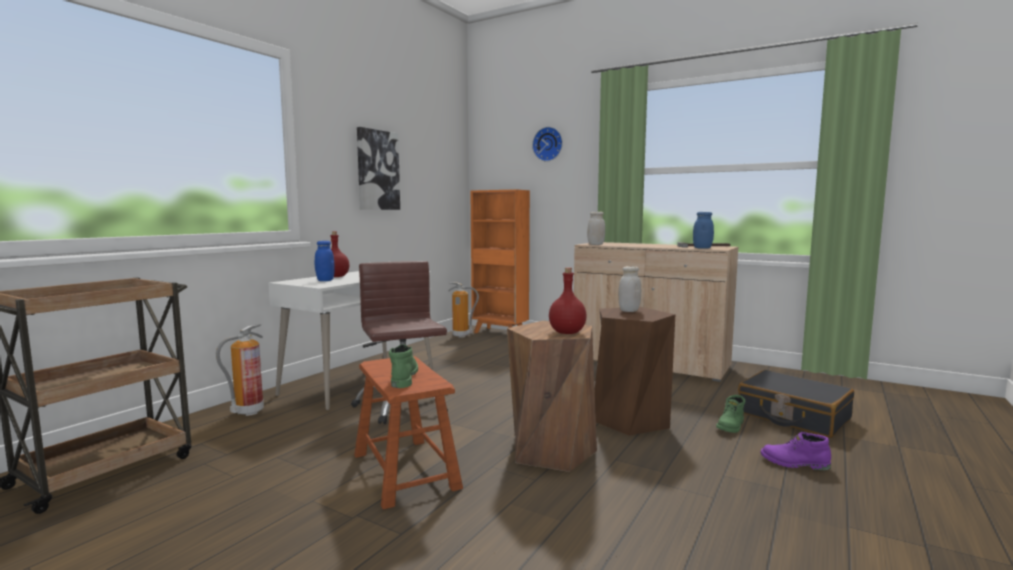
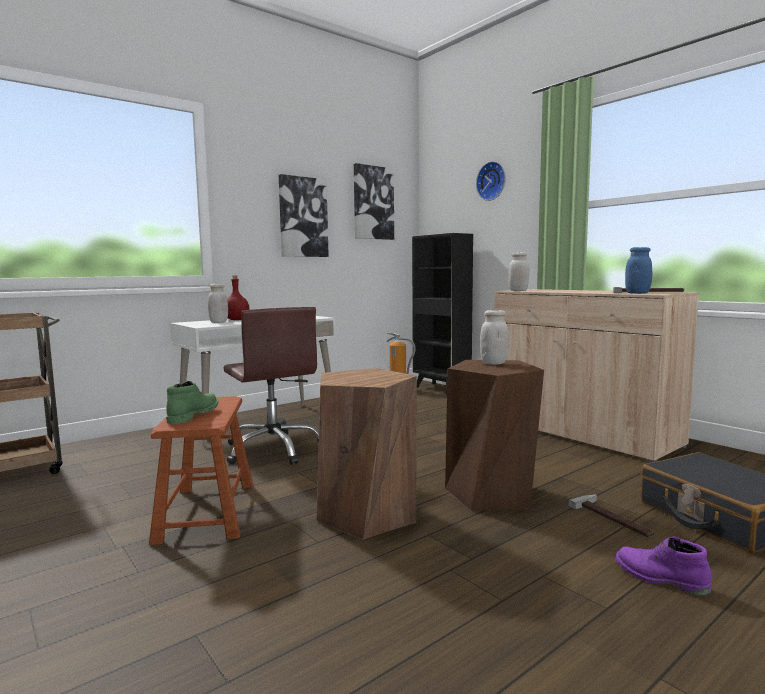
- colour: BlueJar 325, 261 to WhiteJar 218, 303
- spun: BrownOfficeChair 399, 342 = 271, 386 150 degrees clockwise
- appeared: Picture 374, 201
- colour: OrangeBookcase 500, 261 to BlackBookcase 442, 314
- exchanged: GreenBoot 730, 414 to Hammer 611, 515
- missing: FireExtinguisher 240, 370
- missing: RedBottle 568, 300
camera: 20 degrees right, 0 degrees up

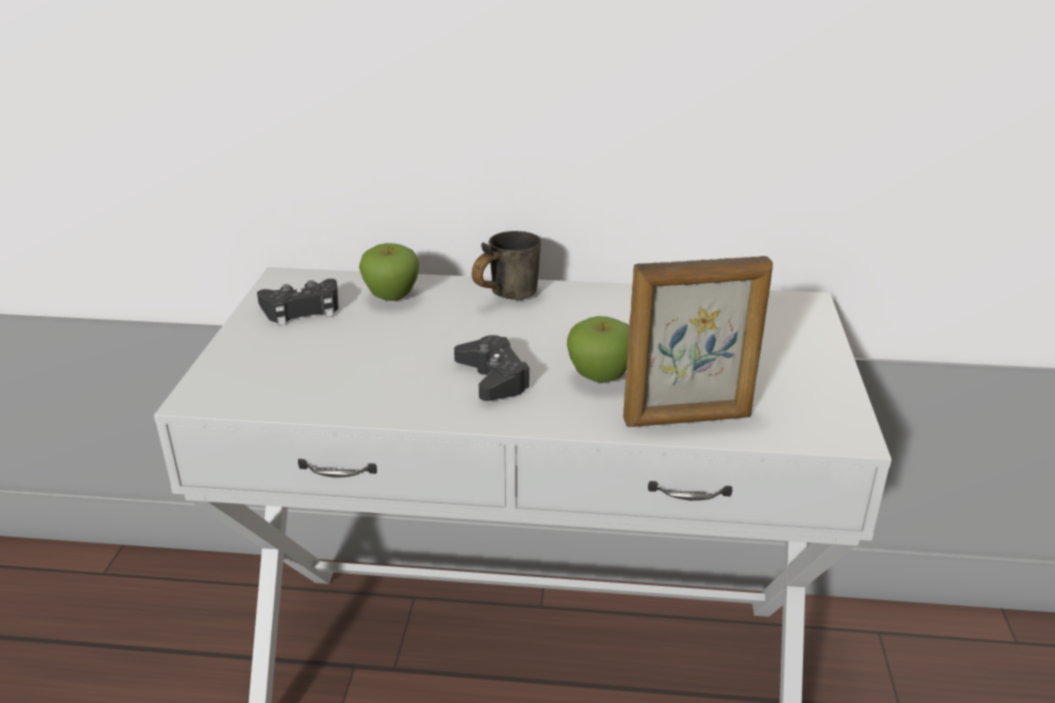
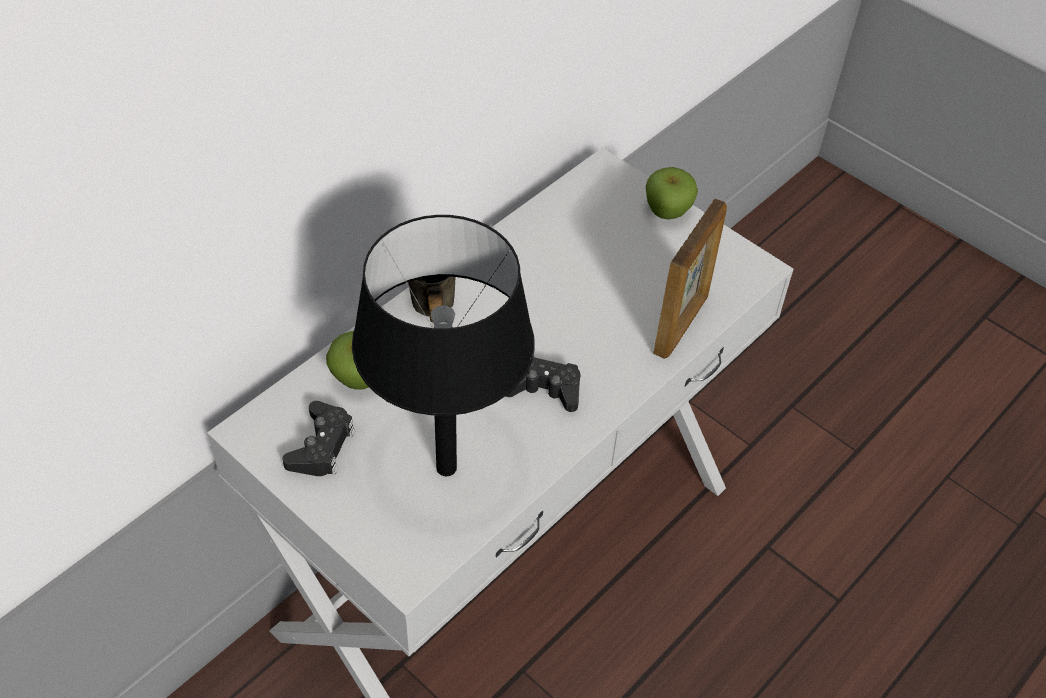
- appeared: BlackTableLamp 443, 345
- relocated: Apple 598, 349 to 671, 193
camera: 55 degrees left, 20 degrees up

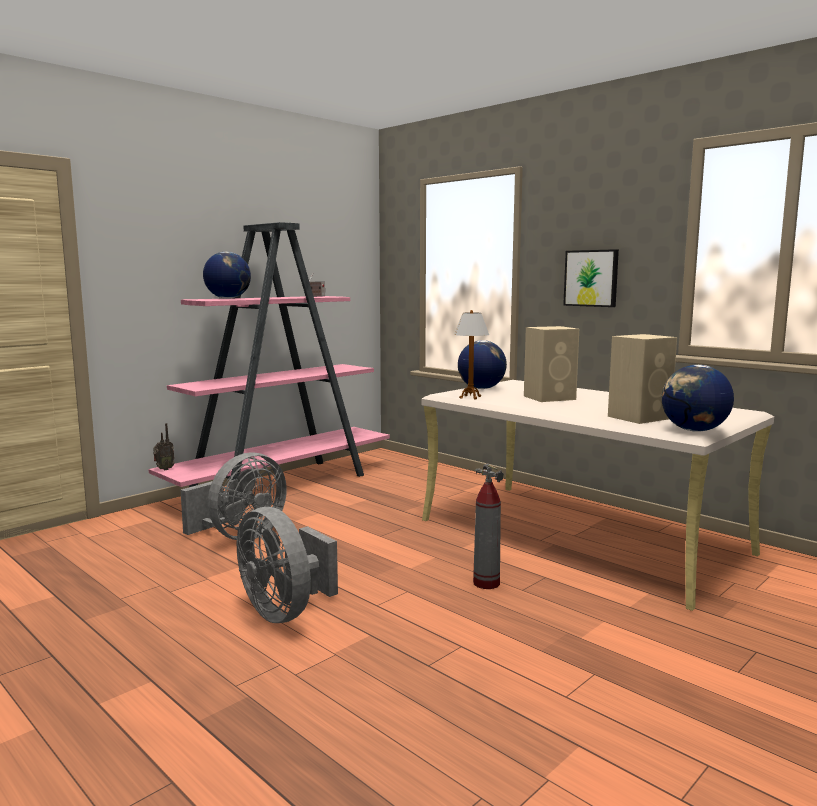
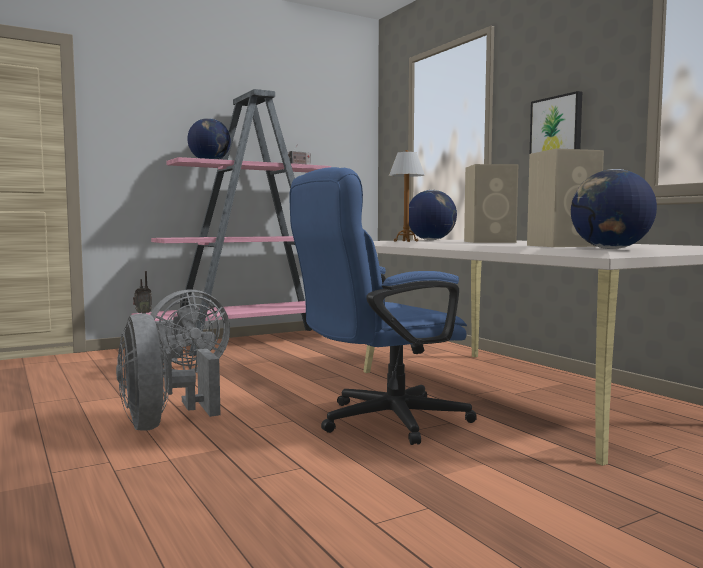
- exchanged: FireExtinguisher 488, 526 to BlueOfficeChair 383, 306
camera: 15 degrees right, 5 degrees down

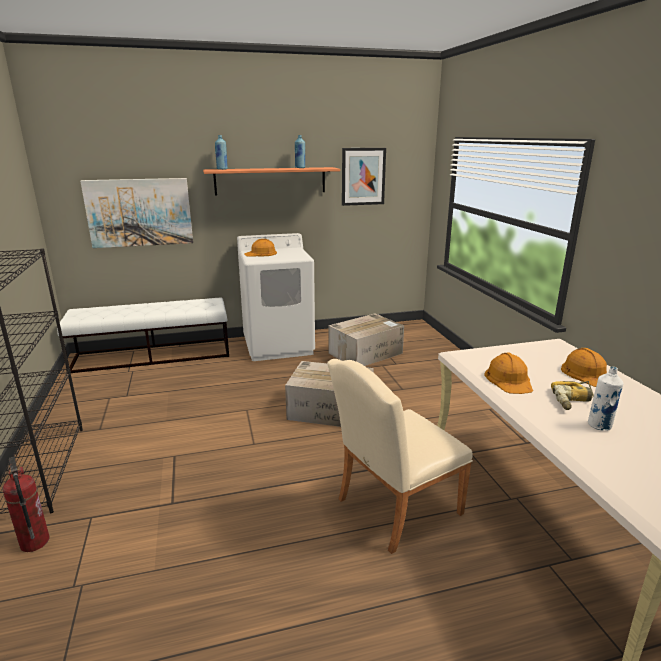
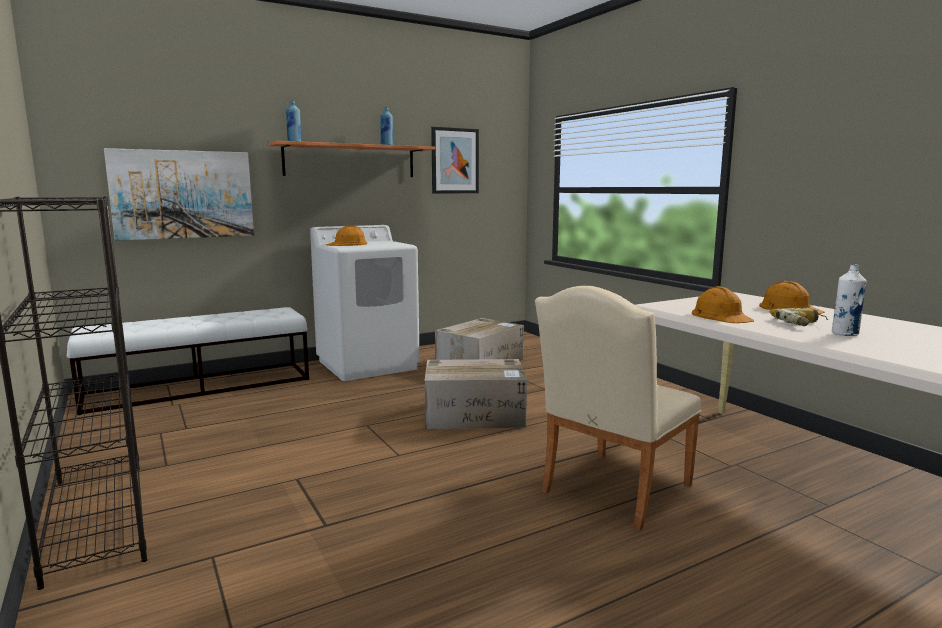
- missing: FireExtinguisher 26, 504
camera: 15 degrees left, 10 degrees down

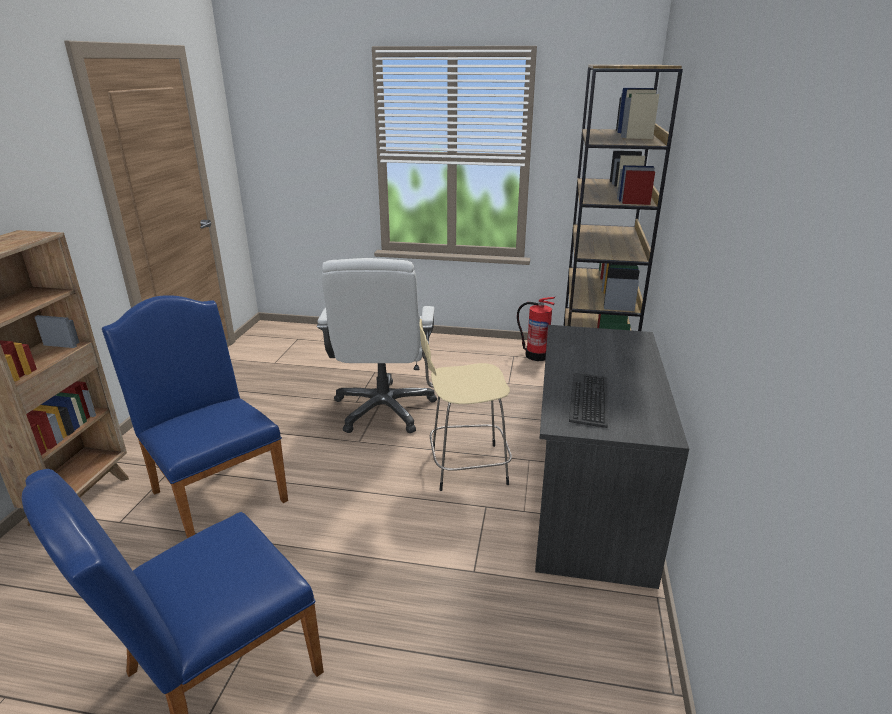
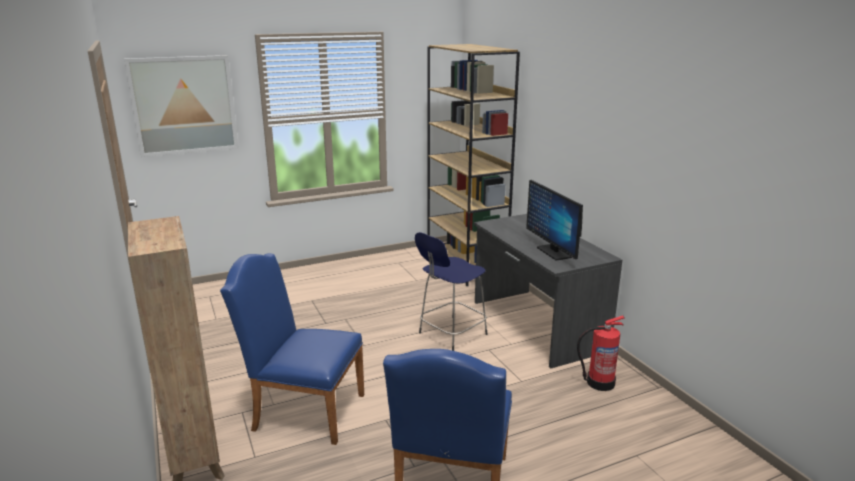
- appeared: Picture 181, 106
- colour: BeigeStool 465, 405 to BlueStool 451, 291
- exchanged: Keyboard 588, 400 to Monitor 554, 220
- relocated: FireExtinguisher 536, 329 to 601, 353
- missing: WhiteOfficeChair 377, 345
camera: 35 degrees left, 5 degrees down

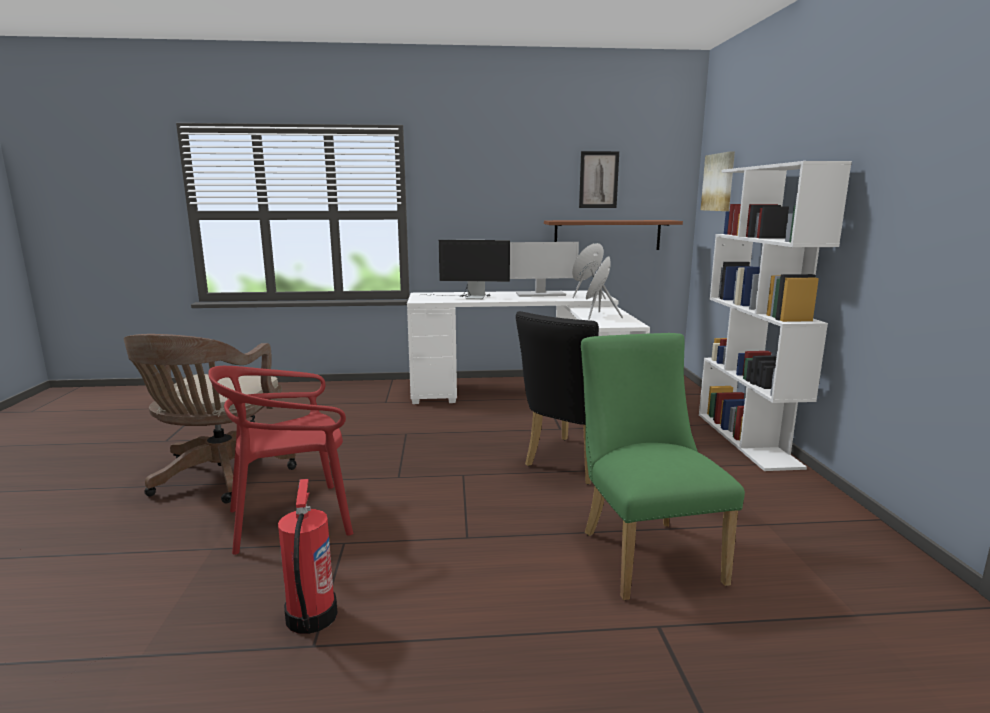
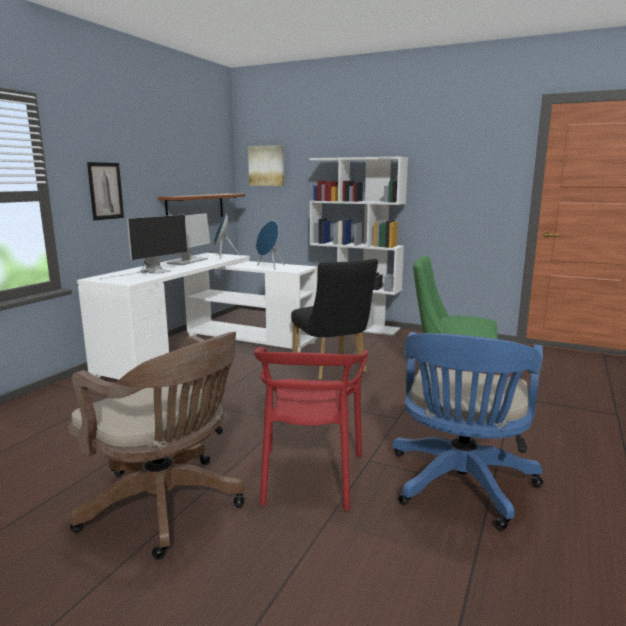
- relocated: Picture 599, 179 to 105, 191
- exchanged: FireExtinguisher 308, 556 to BlueOfficeChair 467, 431
camera: 60 degrees left, 0 degrees up

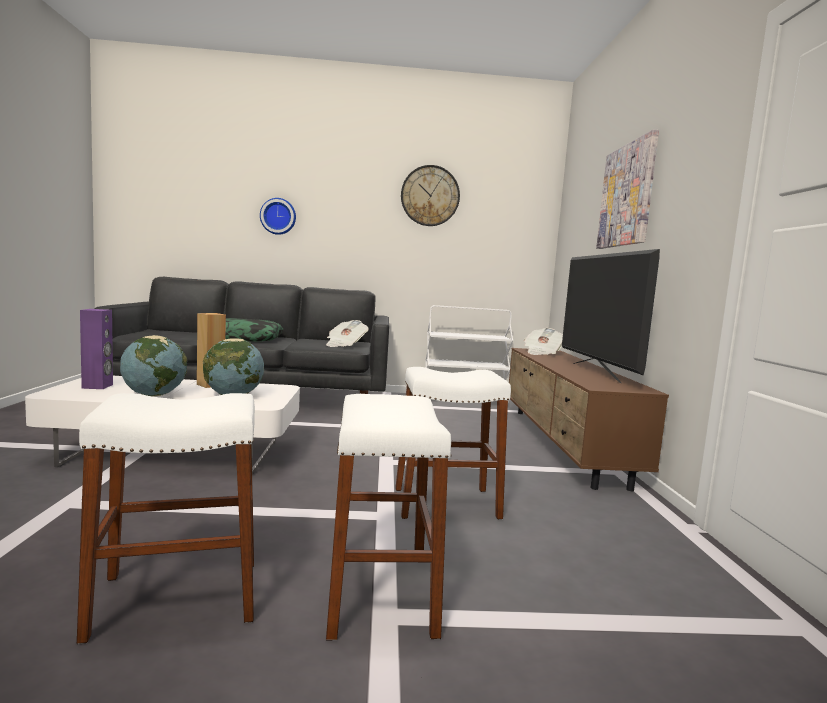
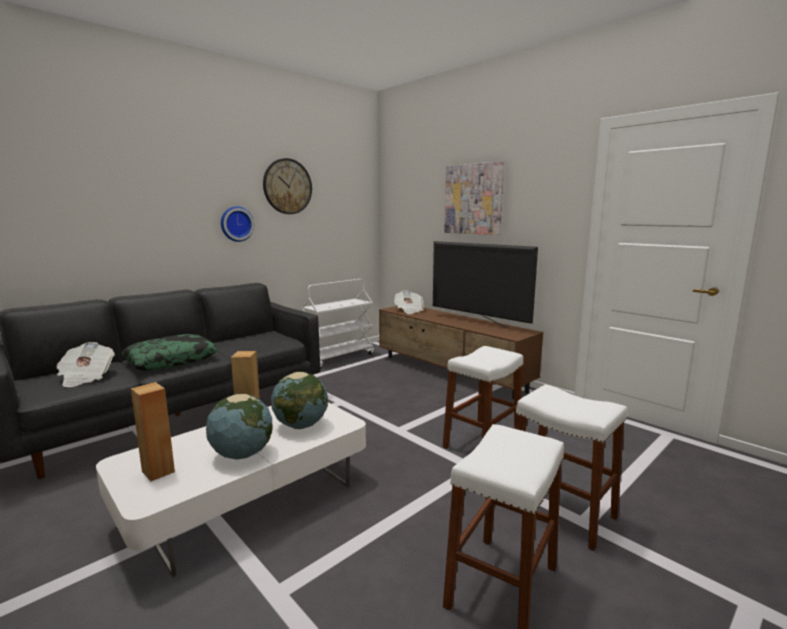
- relocated: Newspaper 347, 333 to 85, 364
- colour: PurpleSpeaker 96, 349 to BrownSpeaker 153, 431
- relocated: WallClock 278, 216 to 237, 224
camera: 40 degrees left, 5 degrees up

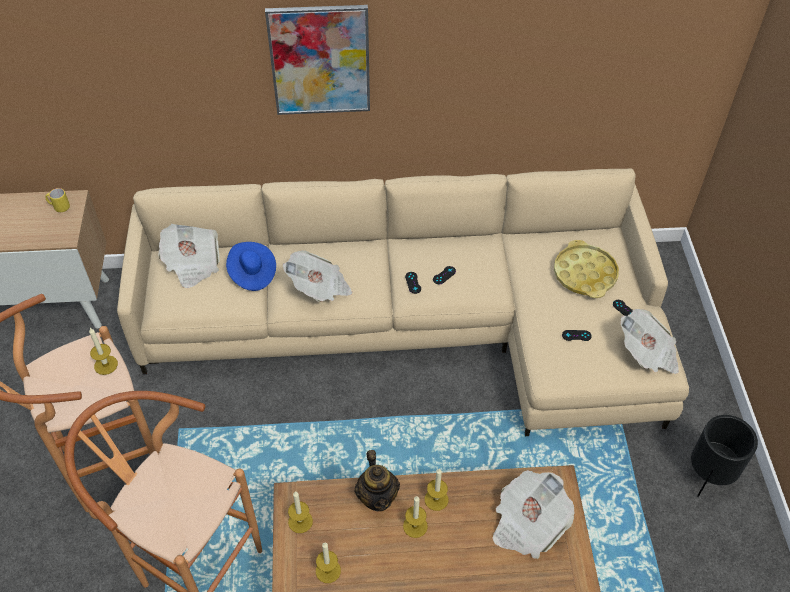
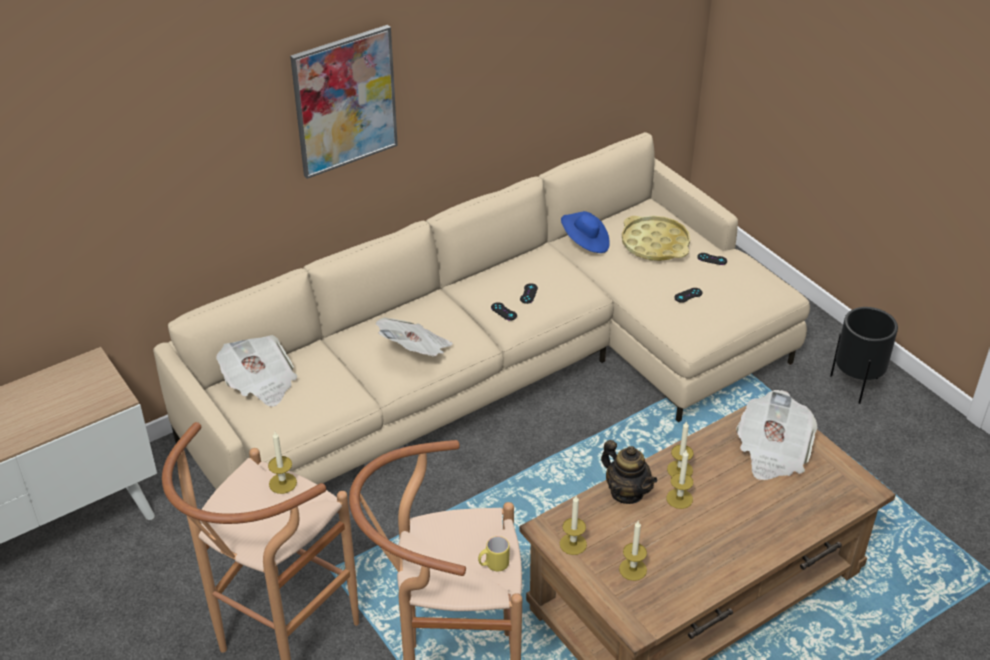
- relocated: YellowMug 57, 200 to 493, 553
- relocated: BlueHat 251, 266 to 585, 232
- missing: Newspaper 649, 341
camera: 30 degrees left, 10 degrees down

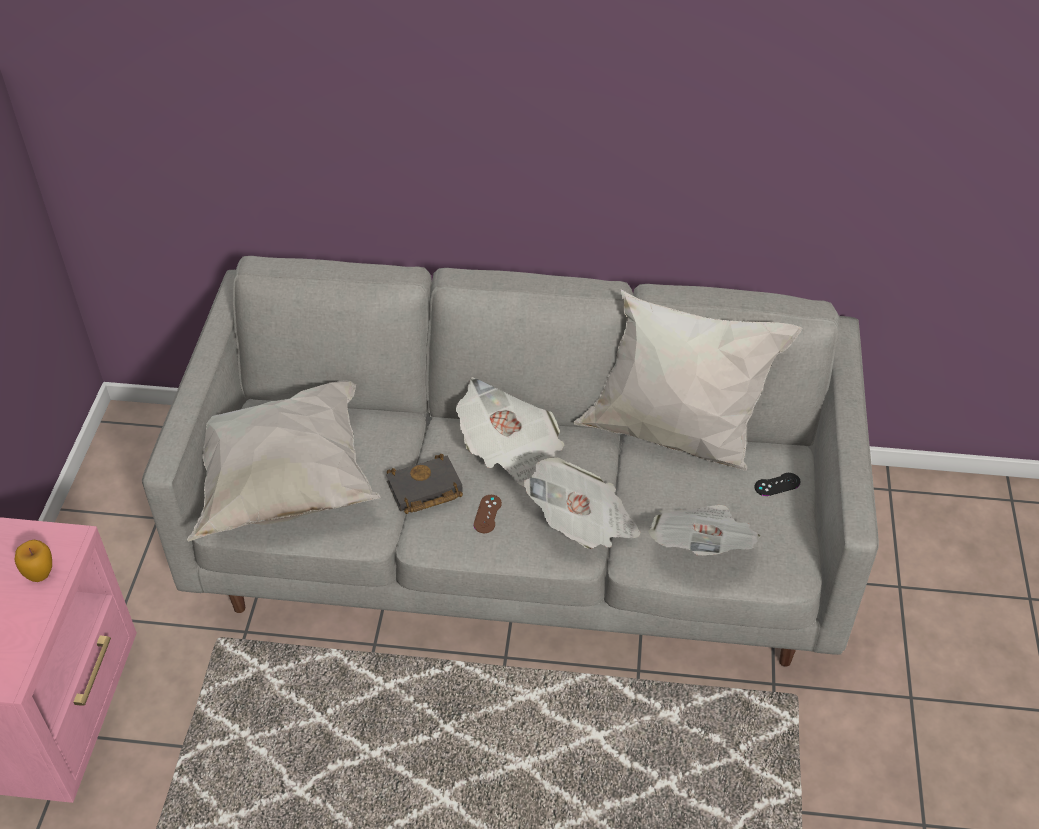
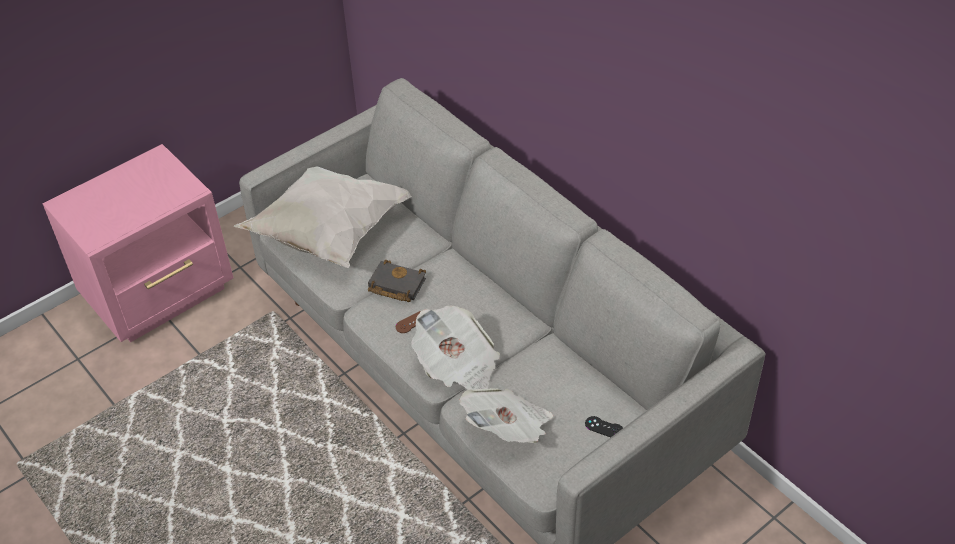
- missing: Apple 33, 561
- missing: Newspaper 510, 432
- missing: WhitePillow 687, 380
camera: 45 degrees right, 0 degrees up

